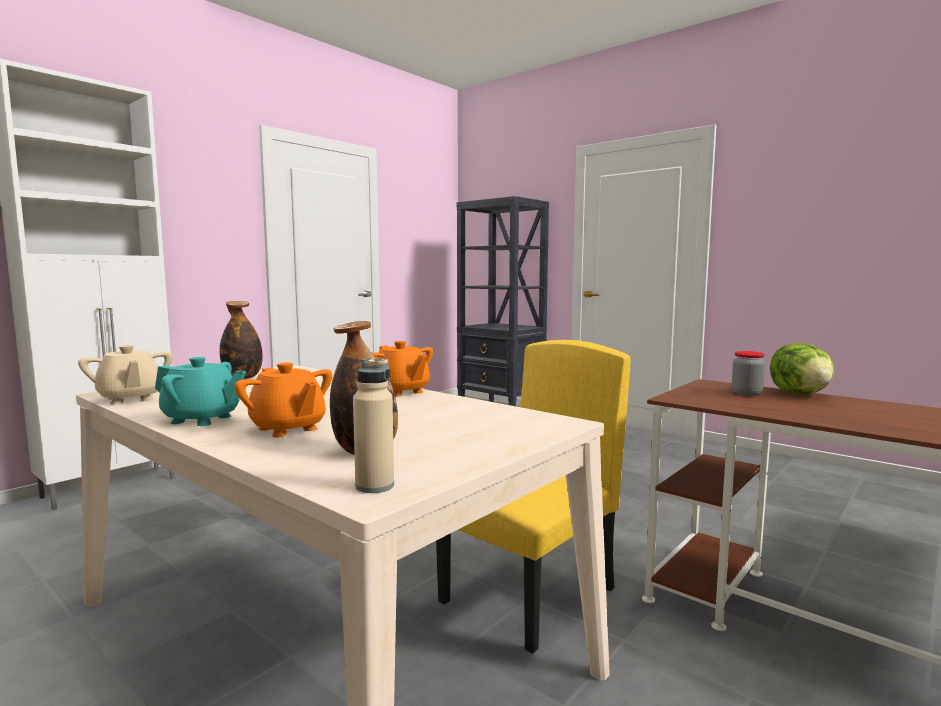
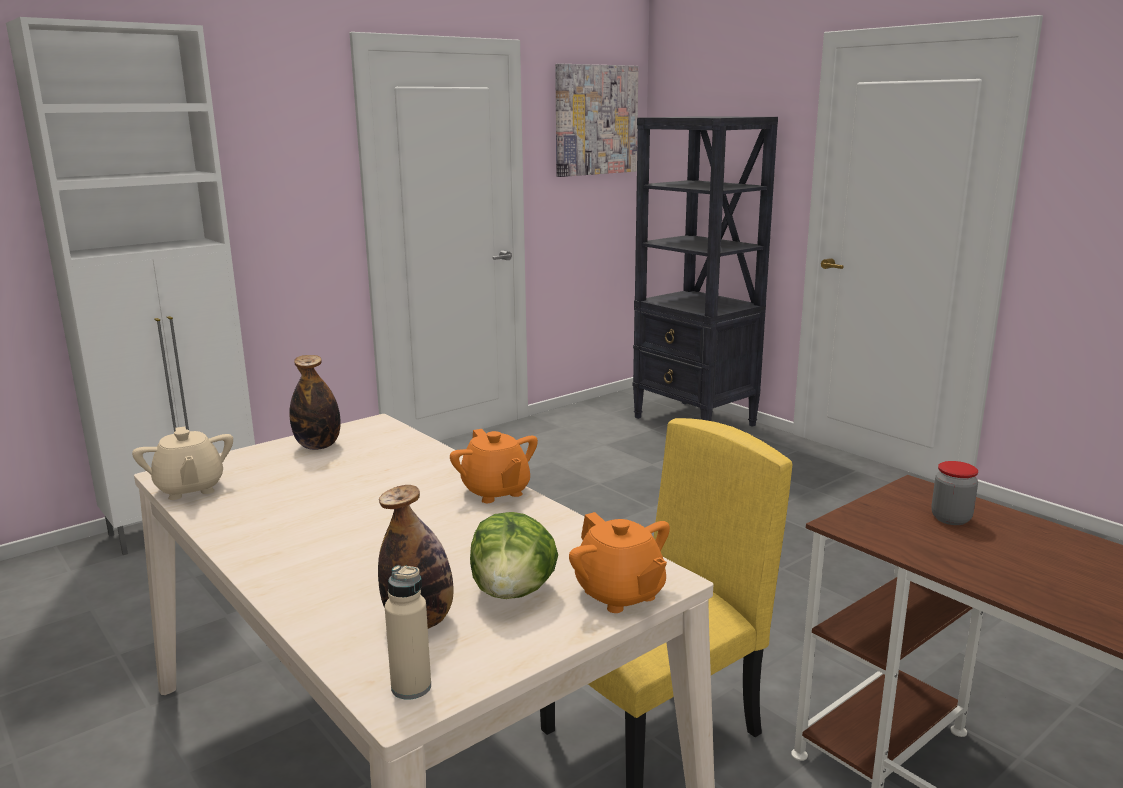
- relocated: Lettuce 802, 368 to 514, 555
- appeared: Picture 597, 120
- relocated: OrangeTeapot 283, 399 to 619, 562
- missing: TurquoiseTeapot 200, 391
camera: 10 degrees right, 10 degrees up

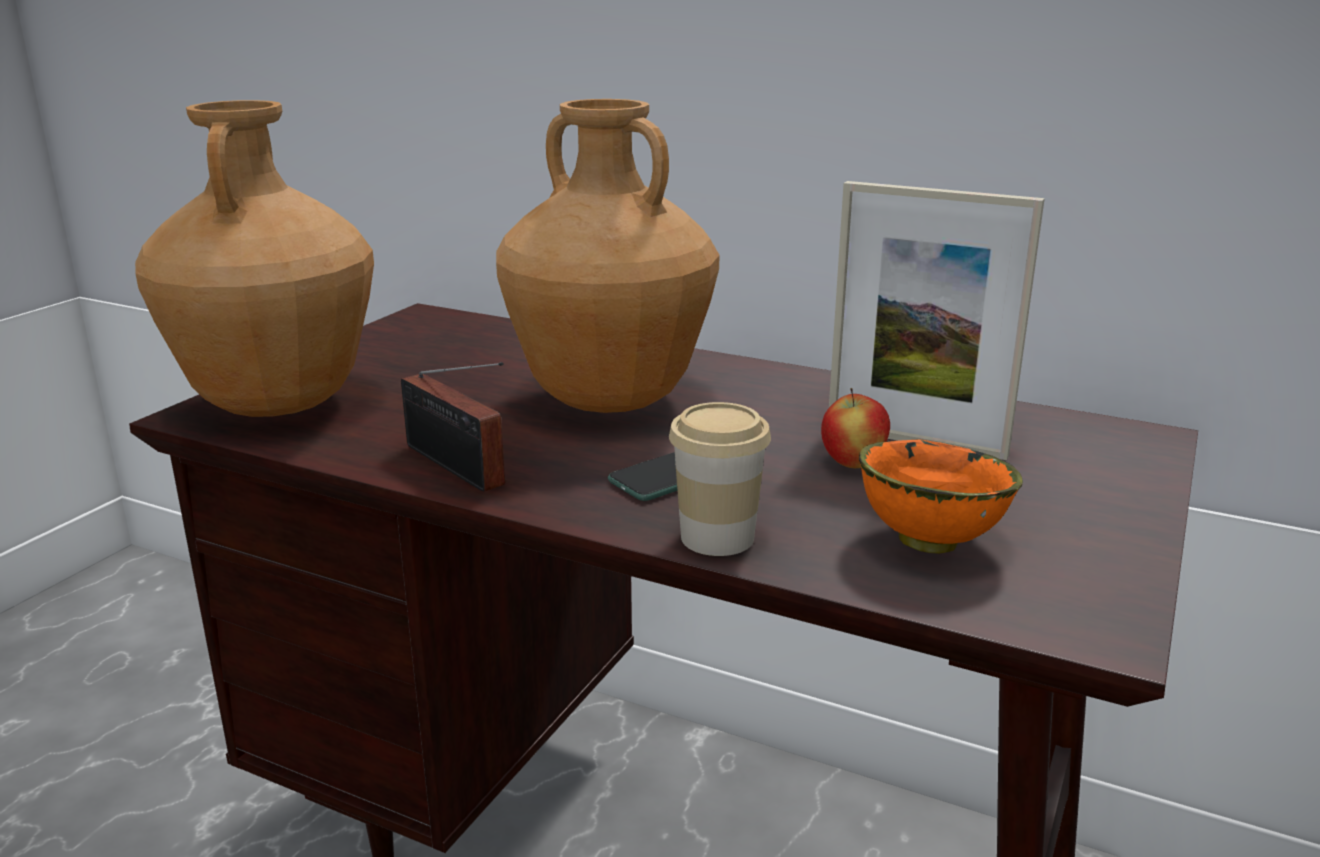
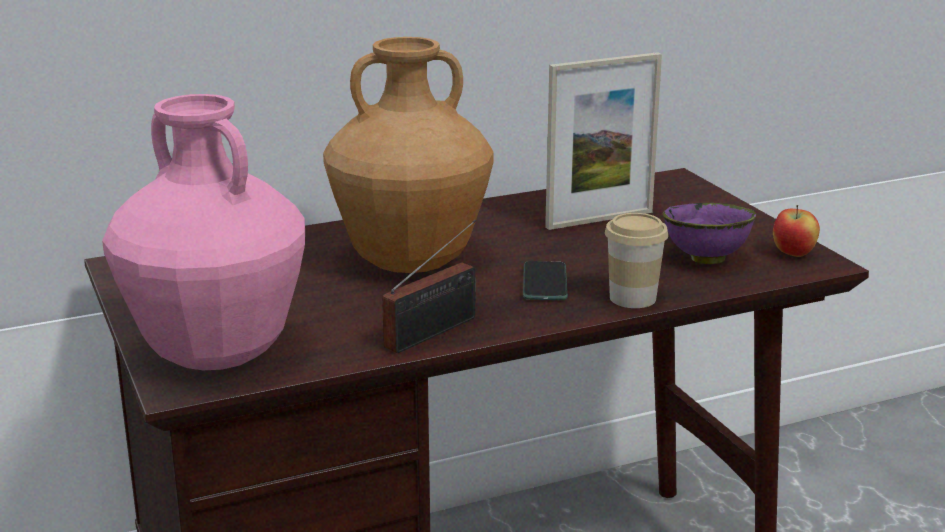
- colour: BrownVase 254, 258 to PinkVase 203, 232
- spun: Radio 453, 427 = 429, 286 45 degrees counterclockwise
- colour: OrangeBowl 941, 496 to PurpleBowl 709, 233
- relocated: Apple 855, 428 to 796, 231
camera: 50 degrees left, 0 degrees up

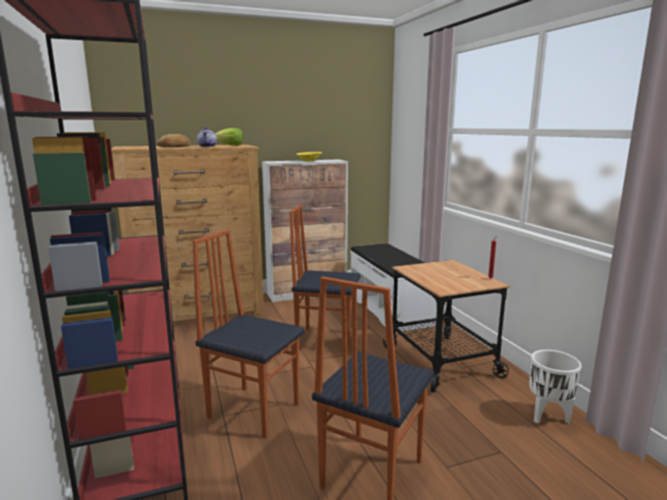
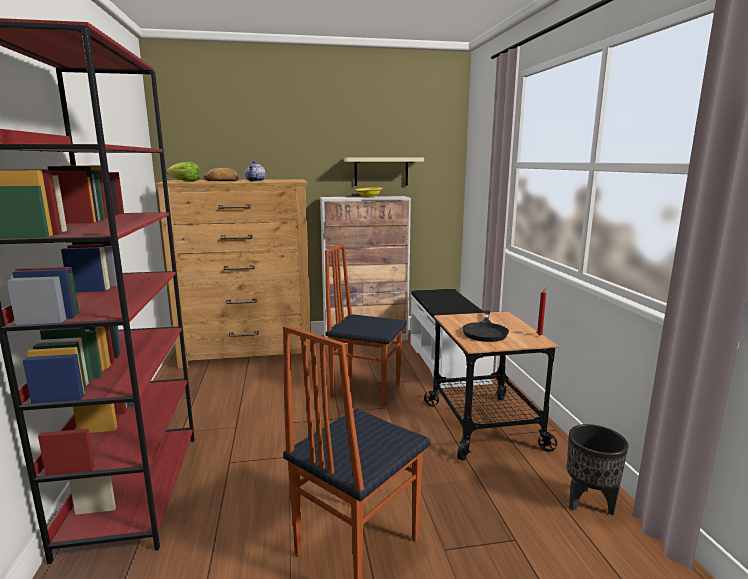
- relocated: Lettuce 229, 137 to 183, 172
- appeared: BeigeShelf 384, 172
- appeared: BlackFryingPan 485, 326
- colour: WhitePlanter 555, 386 to BlackPlanter 598, 469
- missing: Chair 249, 334
camera: 10 degrees right, 0 degrees up

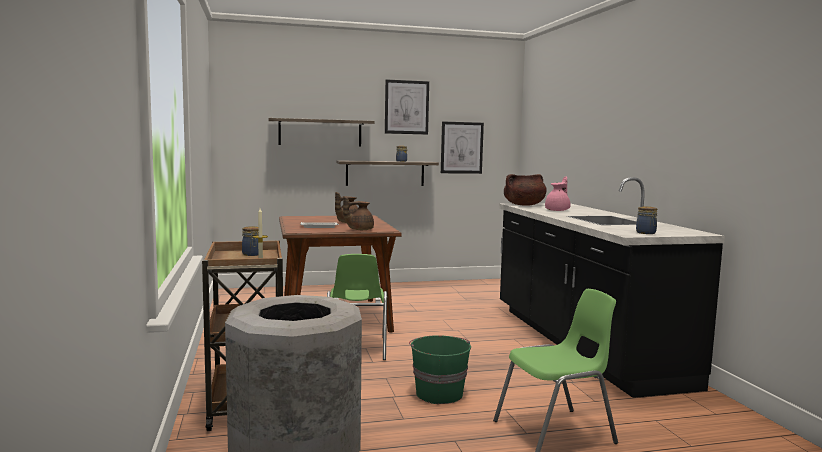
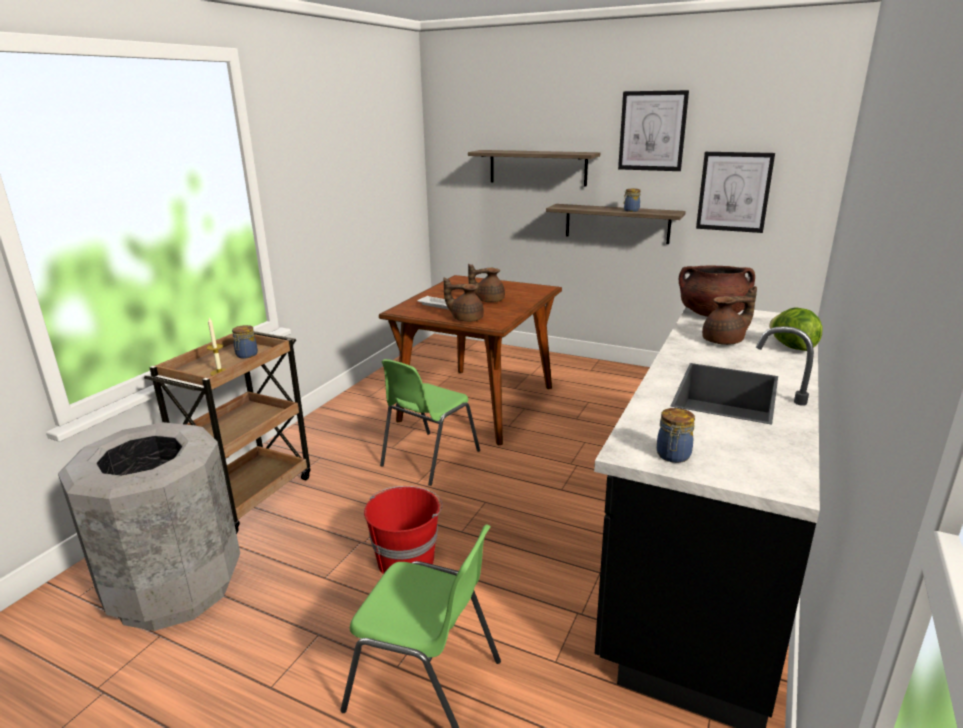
- colour: GreenBucket 440, 369 to RedBucket 403, 530
- colour: PinkTeapot 558, 193 to BrownTeapot 729, 315
- appeared: Lettuce 796, 329
camera: 40 degrees right, 15 degrees up

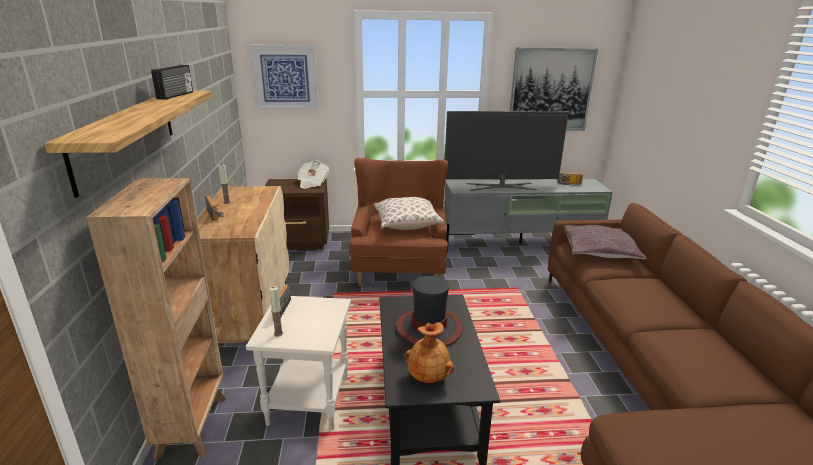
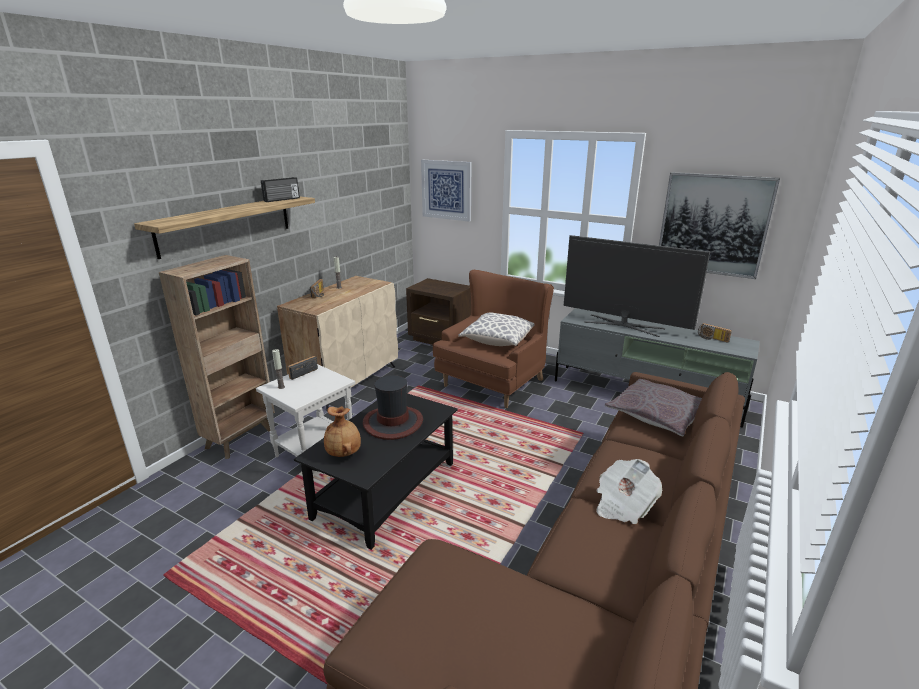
- relocated: Newspaper 313, 174 to 629, 491
camera: 35 degrees right, 0 degrees up

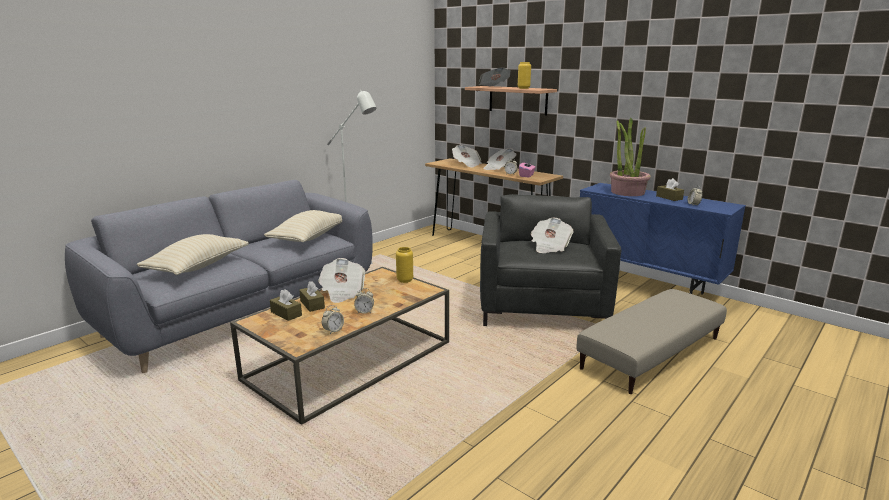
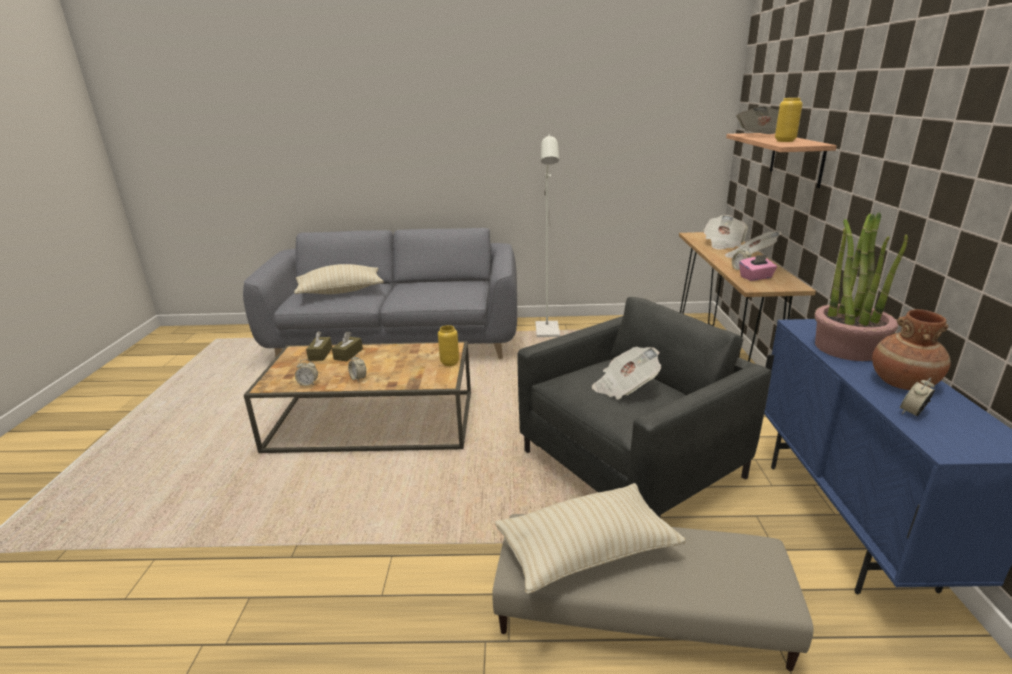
- relocated: BeigePillow 303, 226 to 590, 538
- exchanged: BrownTissueBox 670, 189 to BrownVase 911, 349
- missing: Newspaper 342, 280
camera: 50 degrees right, 5 degrees up

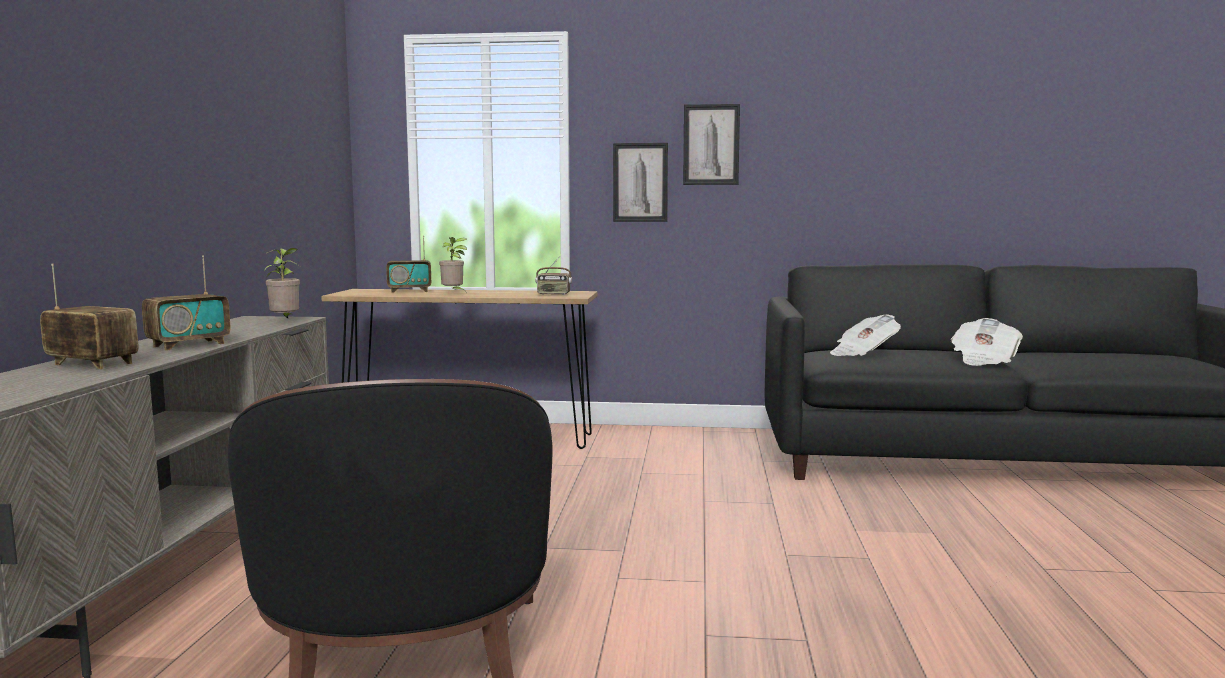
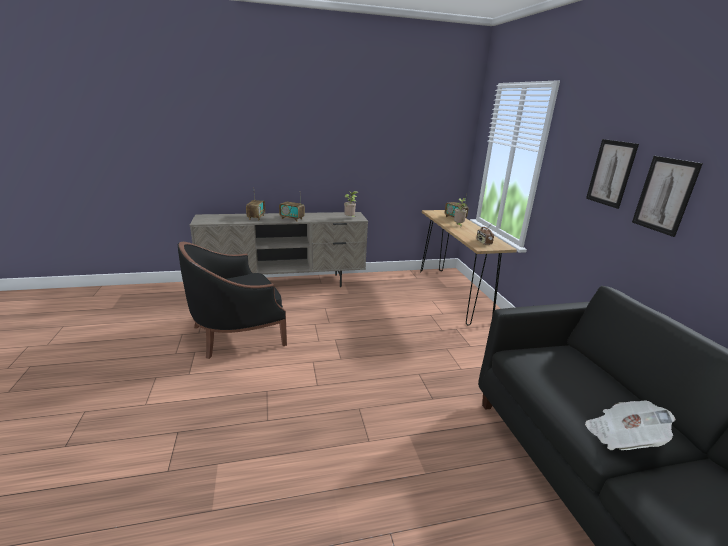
- relocated: Picture 640, 182 to 667, 196
- missing: Newspaper 865, 335
camera: 70 degrees right, 15 degrees up

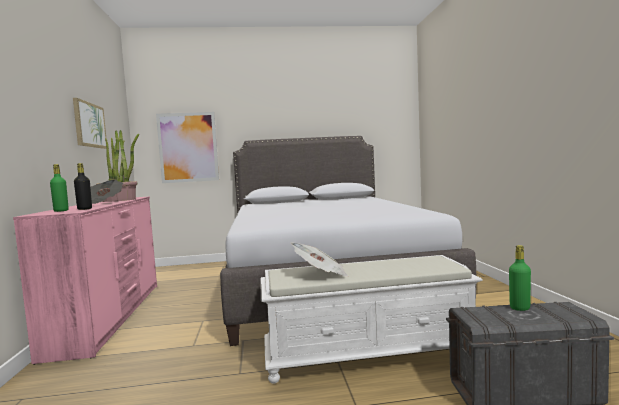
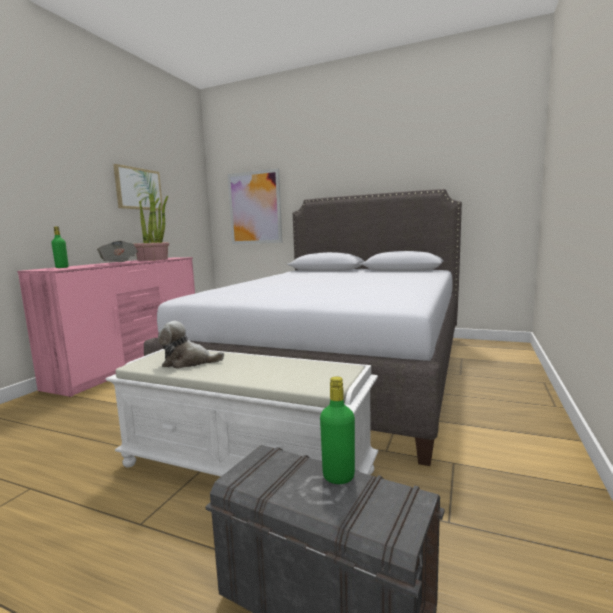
- exchanged: Newspaper 319, 259 to PlushToy 191, 345
- missing: BlackBottle 83, 186
camera: 30 degrees right, 5 degrees up

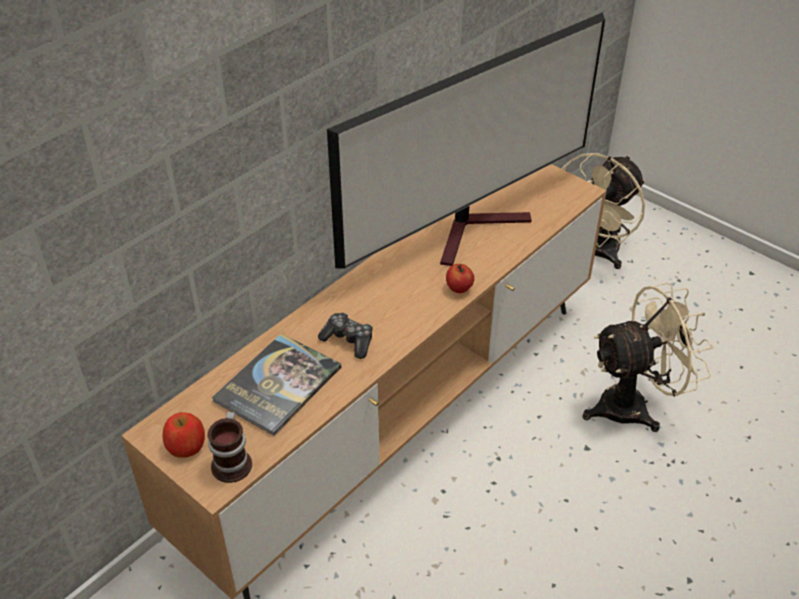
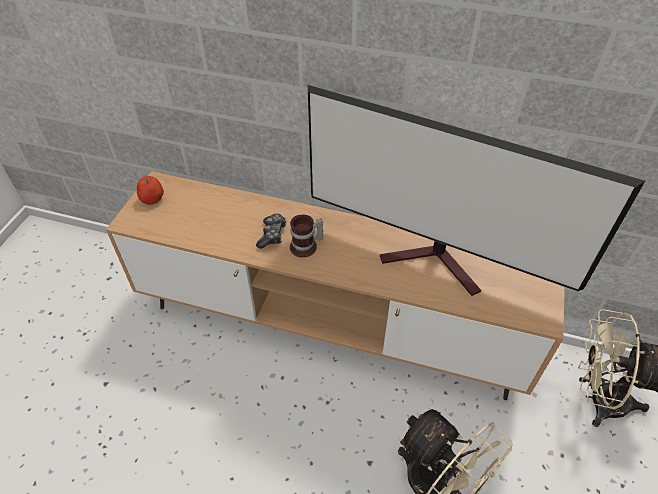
- relocated: Mug 229, 447 to 306, 236
- missing: Book 276, 384
- missing: Apple 460, 278
camera: 65 degrees right, 5 degrees up

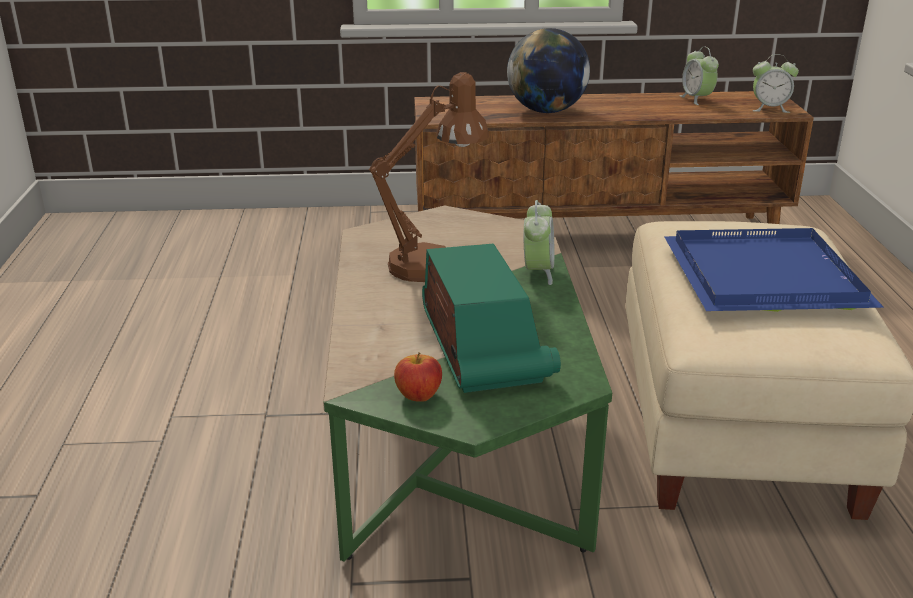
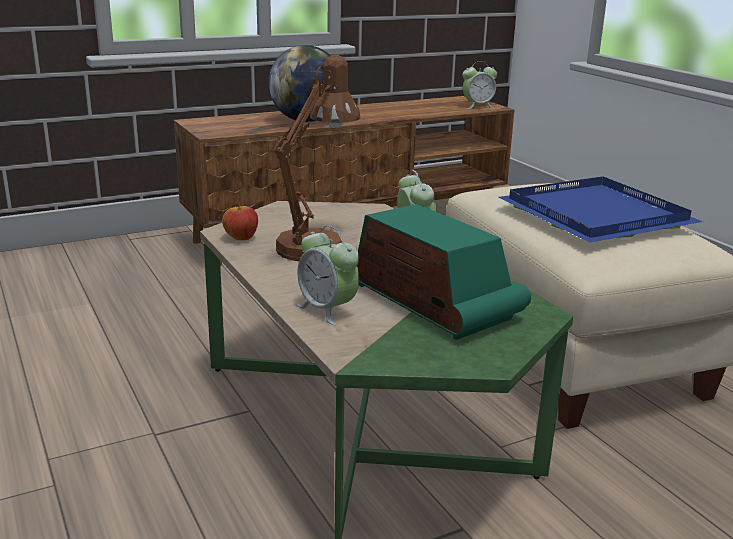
- relocated: Apple 418, 377 to 240, 221
- relocated: AlarmClock 699, 75 to 328, 275
camera: 25 degrees left, 5 degrees down

